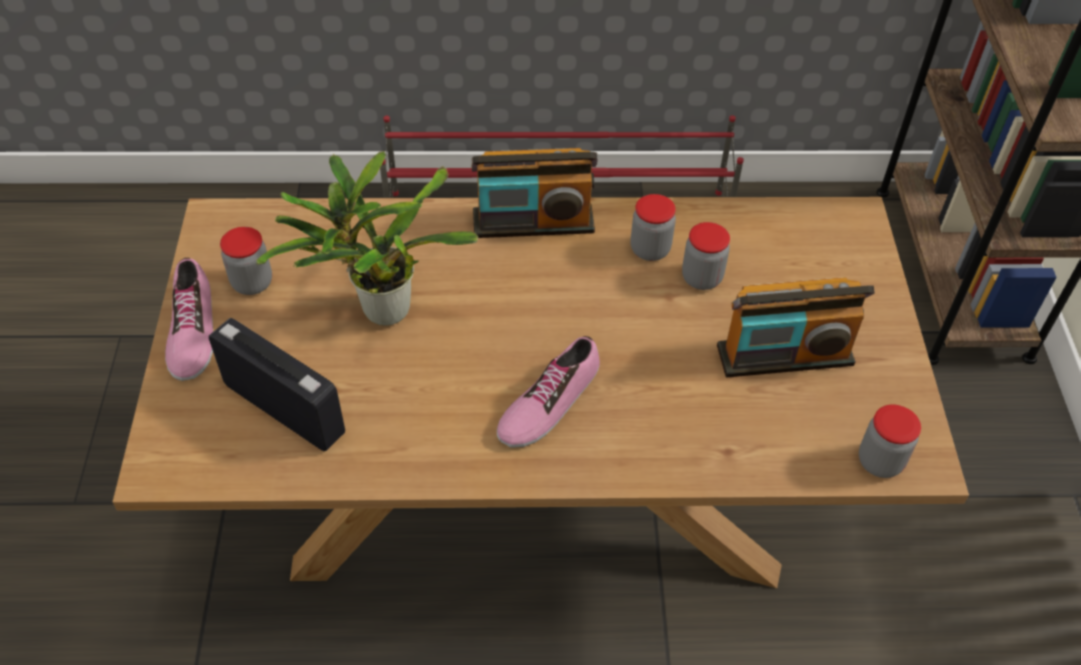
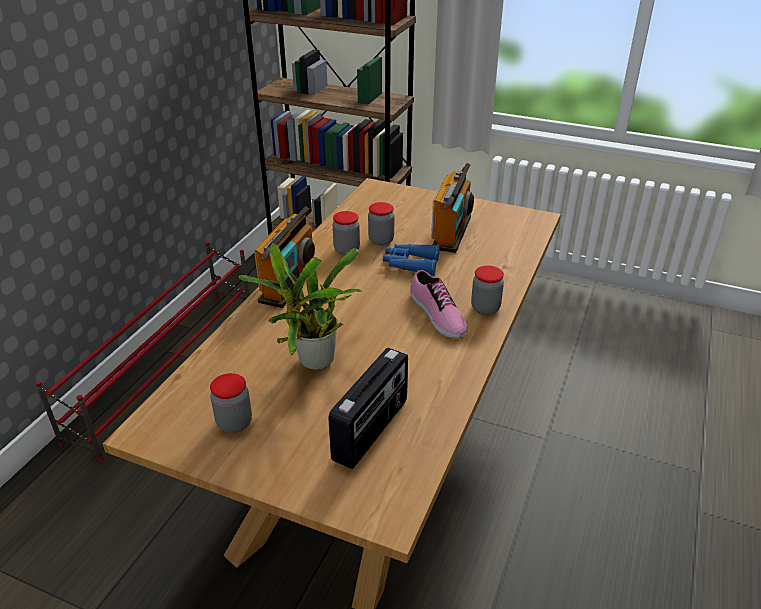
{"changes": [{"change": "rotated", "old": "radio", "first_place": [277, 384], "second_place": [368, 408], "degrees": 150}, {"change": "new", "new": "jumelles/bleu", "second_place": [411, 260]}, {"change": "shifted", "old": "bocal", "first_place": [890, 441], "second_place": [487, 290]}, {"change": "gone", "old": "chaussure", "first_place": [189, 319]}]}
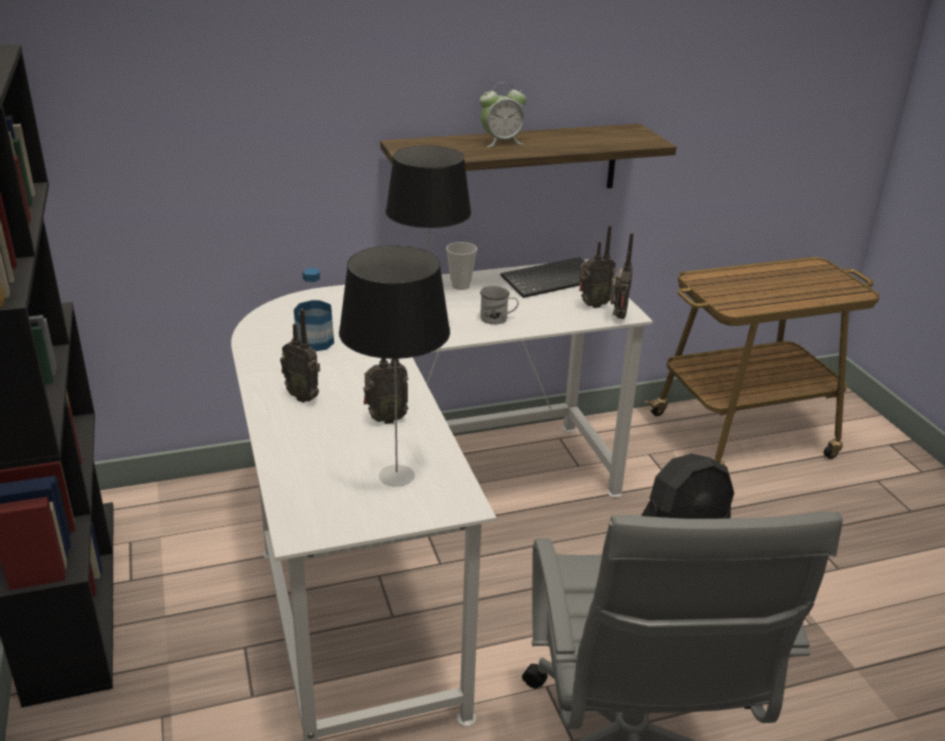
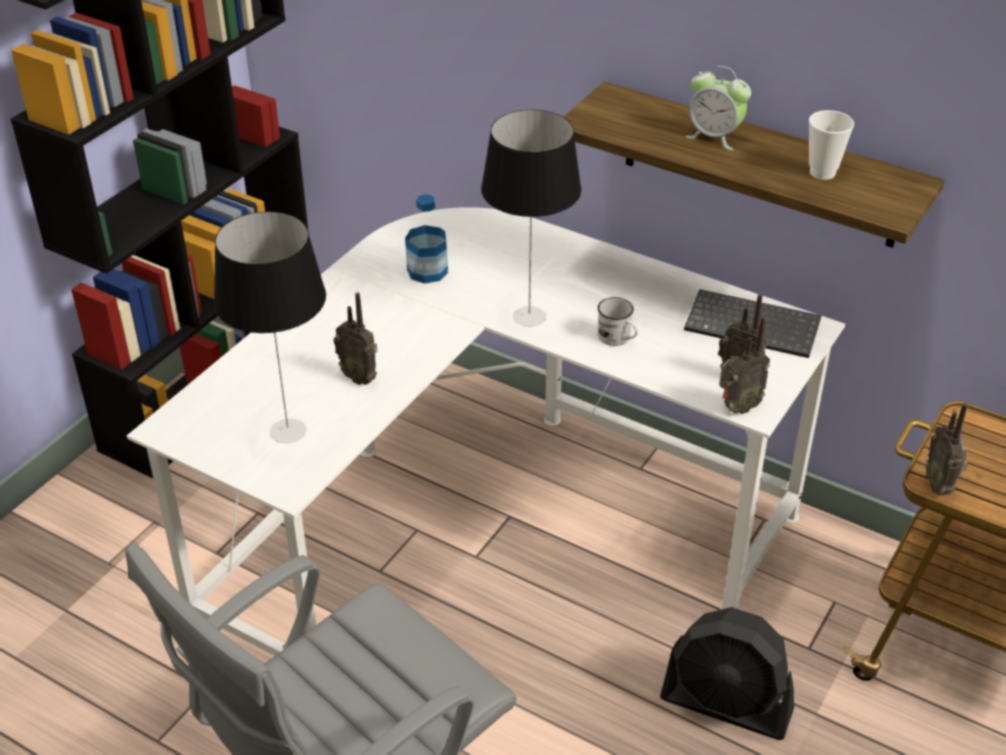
{"changes": [{"change": "shifted", "old": "tasse", "first_place": [461, 266], "second_place": [831, 145]}, {"change": "shifted", "old": "radio", "first_place": [300, 356], "second_place": [947, 449]}]}
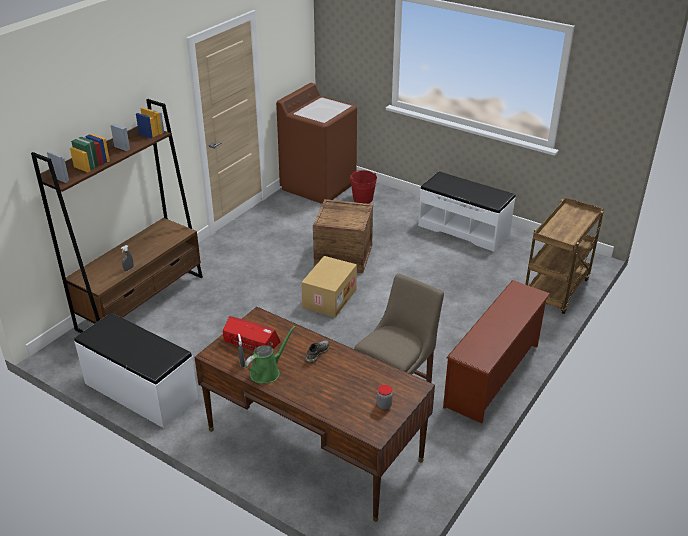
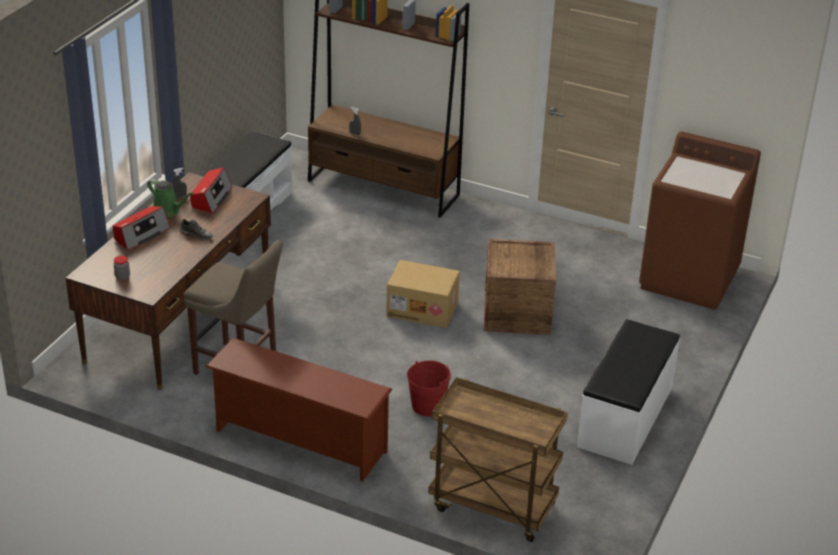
{"changes": [{"change": "new", "new": "radio", "second_place": [141, 228]}, {"change": "shifted", "old": "seau/rouge", "first_place": [363, 187], "second_place": [429, 388]}]}
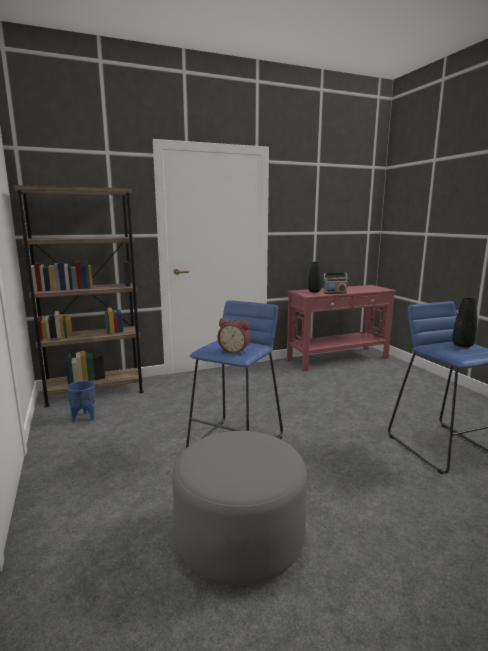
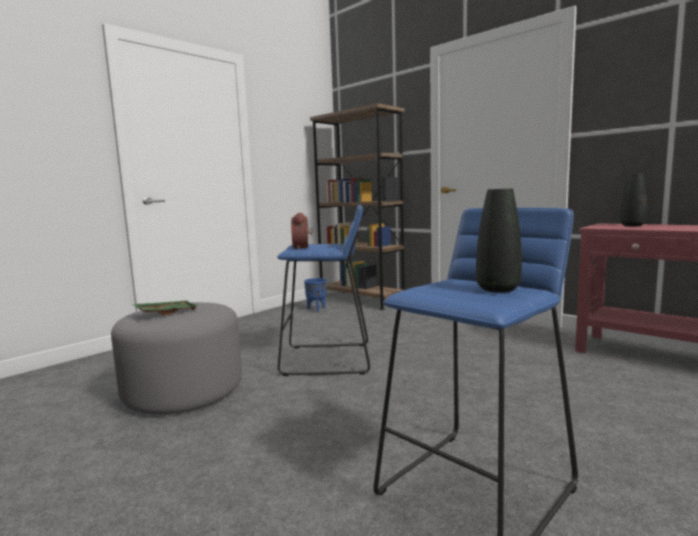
{"changes": [{"change": "new", "new": "plateau/vert", "second_place": [165, 308]}, {"change": "gone", "old": "radio", "first_place": [336, 283]}]}
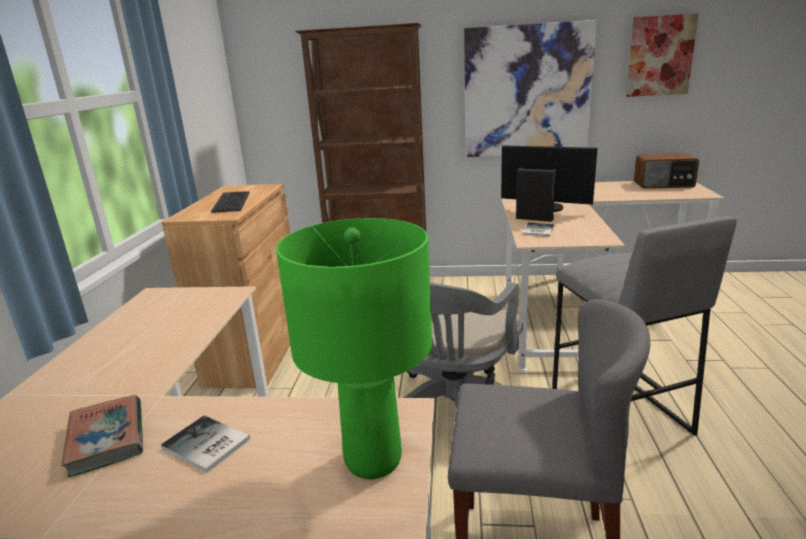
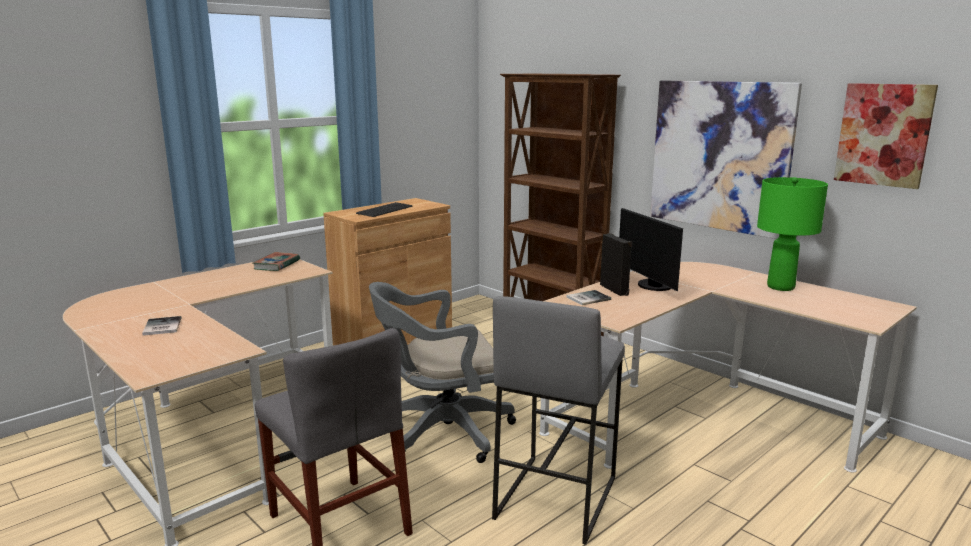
{"changes": [{"change": "shifted", "old": "livre", "first_place": [102, 436], "second_place": [276, 261]}, {"change": "shifted", "old": "lampe de table/vert", "first_place": [354, 348], "second_place": [792, 234]}, {"change": "gone", "old": "radio", "first_place": [666, 171]}]}
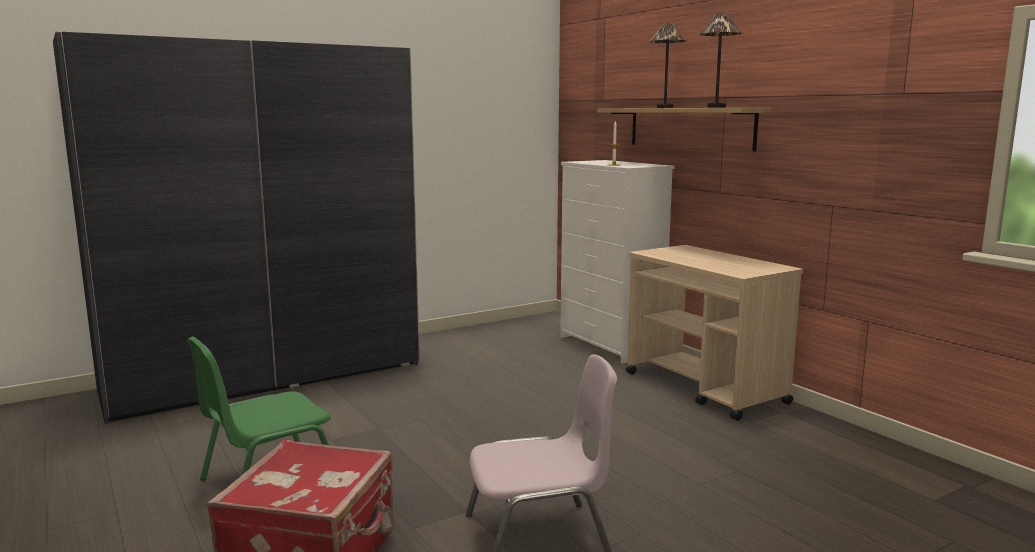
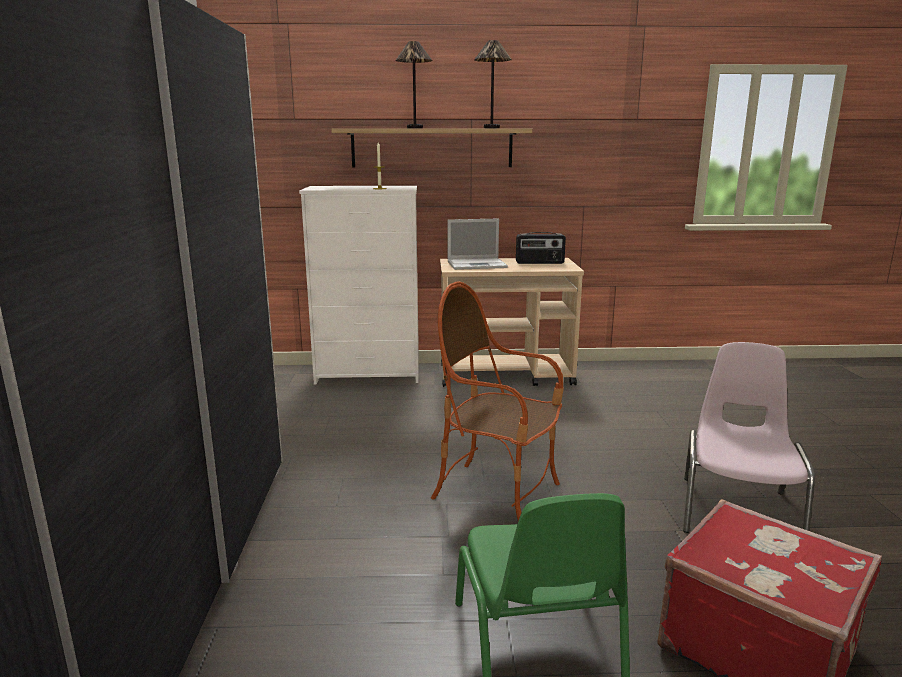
{"changes": [{"change": "new", "new": "fauteuil", "second_place": [497, 401]}, {"change": "new", "new": "ordinateur portable", "second_place": [477, 244]}, {"change": "new", "new": "radio", "second_place": [541, 248]}]}
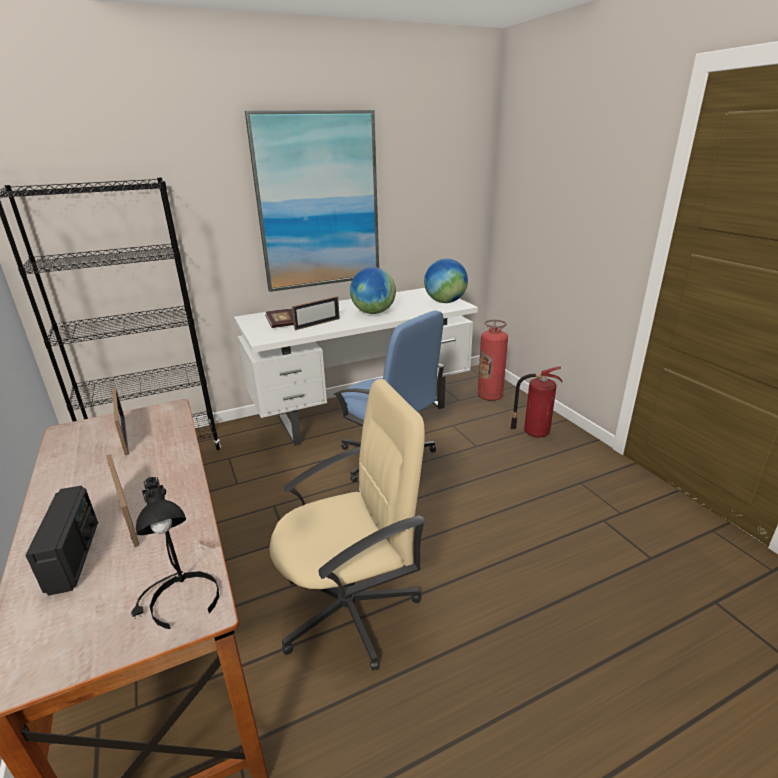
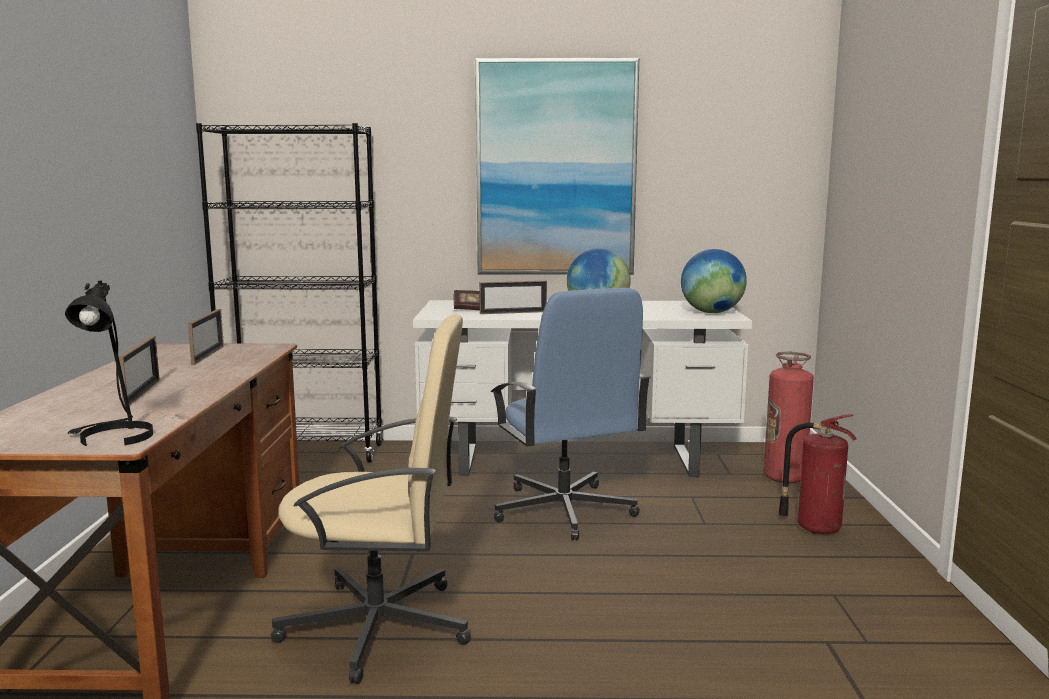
{"changes": [{"change": "gone", "old": "radio", "first_place": [61, 541]}]}
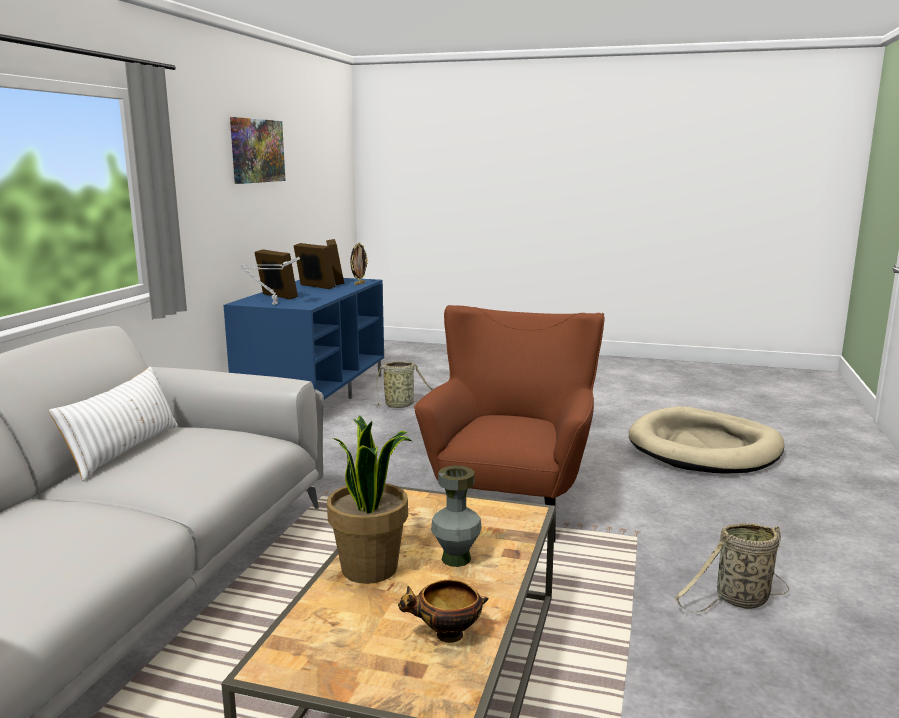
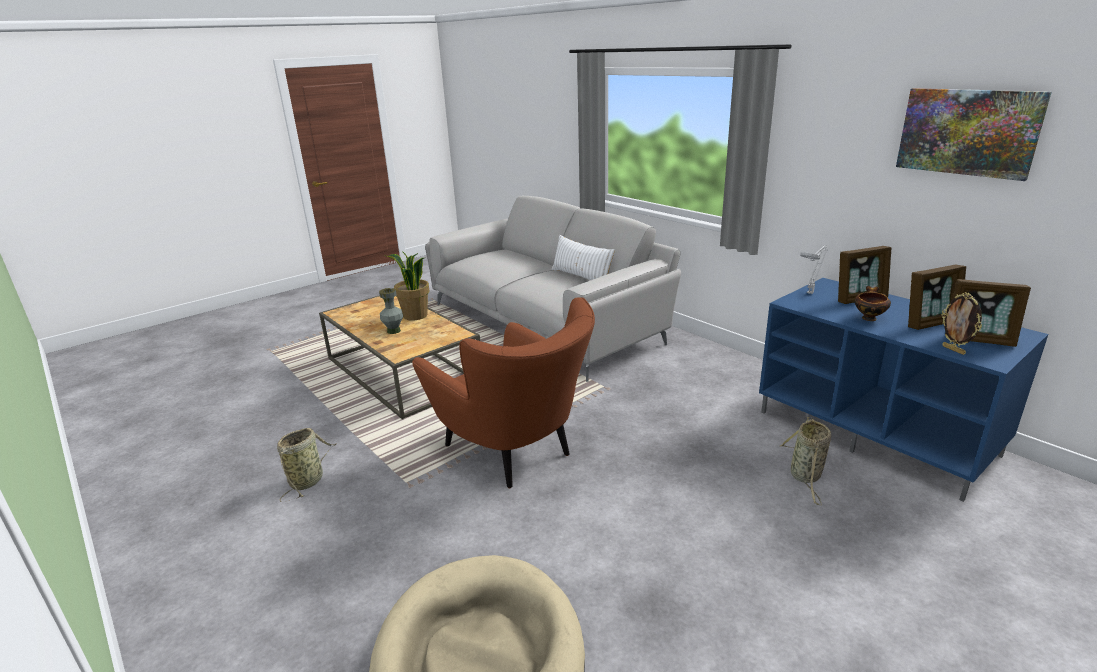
{"changes": [{"change": "shifted", "old": "bol", "first_place": [443, 611], "second_place": [873, 303]}]}
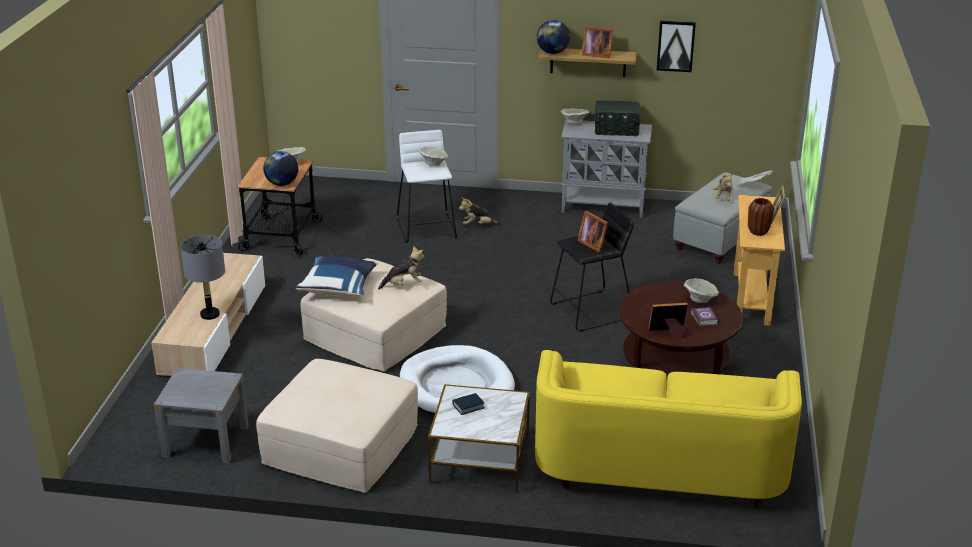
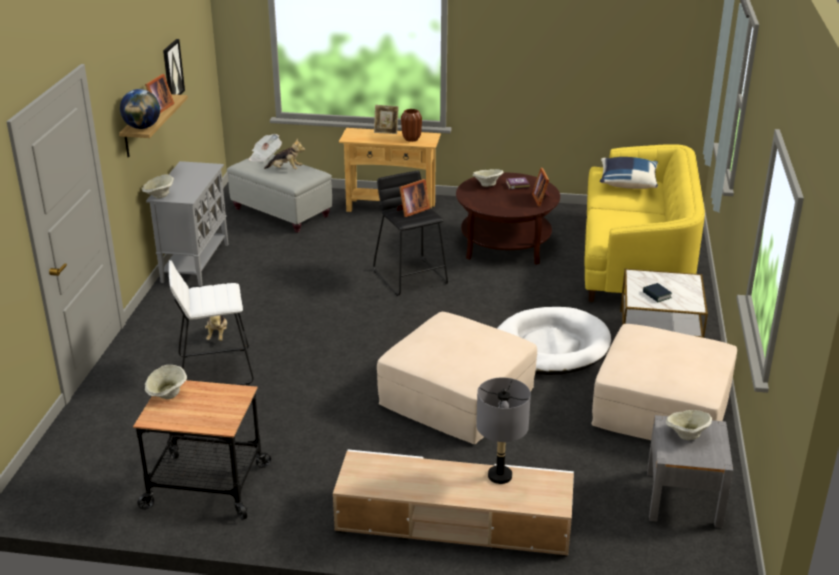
{"changes": [{"change": "shifted", "old": "coussin/bleu", "first_place": [337, 276], "second_place": [629, 173]}, {"change": "shifted", "old": "bol/beige", "first_place": [433, 156], "second_place": [689, 425]}, {"change": "gone", "old": "globe", "first_place": [280, 168]}, {"change": "gone", "old": "peluche", "first_place": [401, 268]}, {"change": "gone", "old": "radio", "first_place": [617, 118]}]}
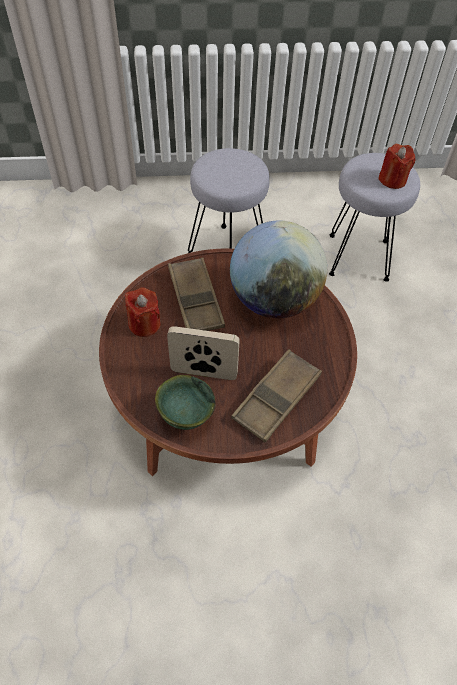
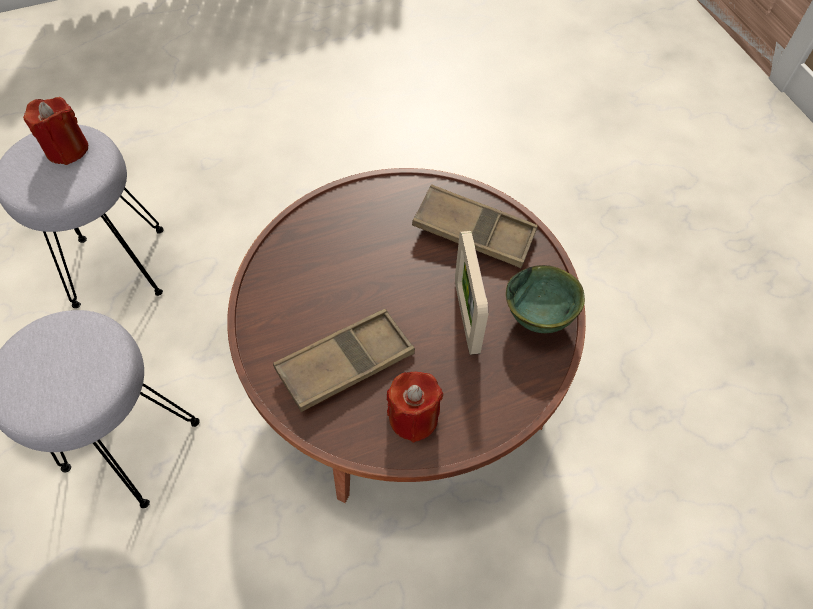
{"changes": [{"change": "gone", "old": "globe", "first_place": [278, 269]}]}
